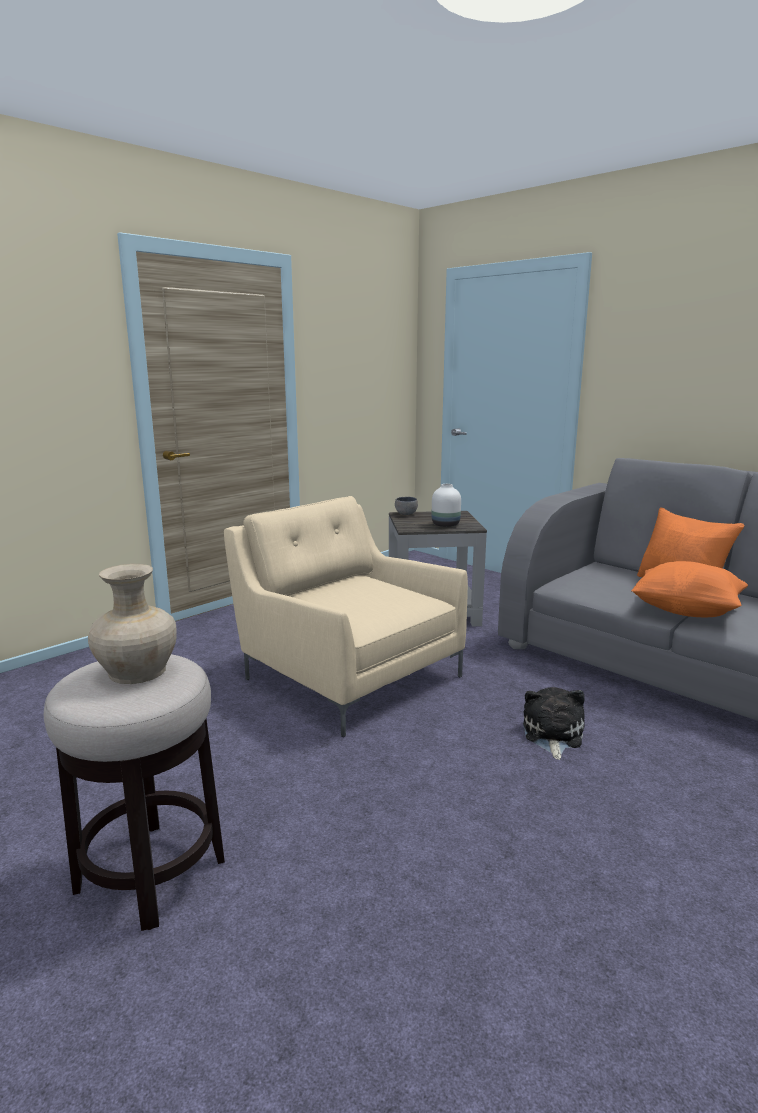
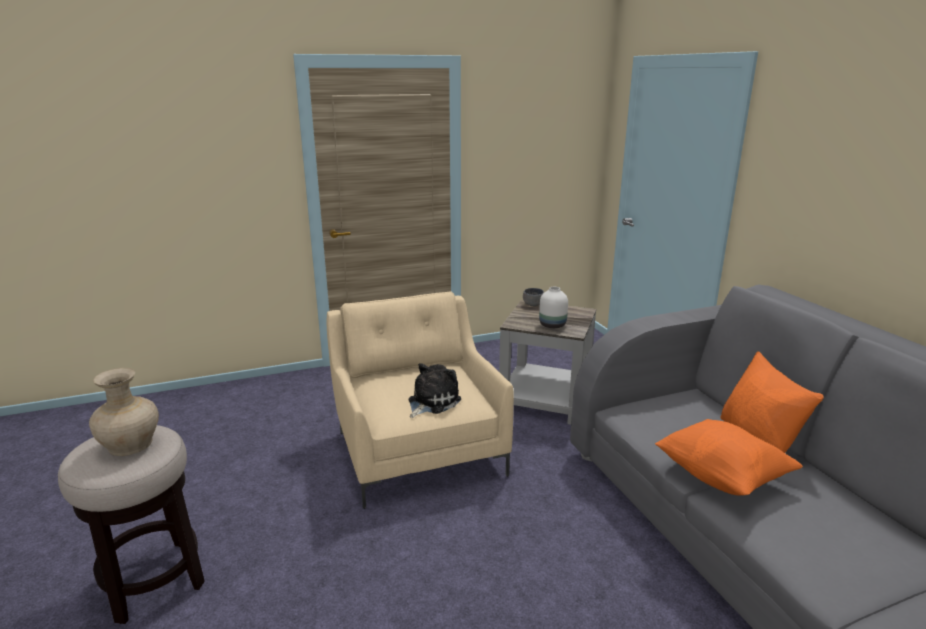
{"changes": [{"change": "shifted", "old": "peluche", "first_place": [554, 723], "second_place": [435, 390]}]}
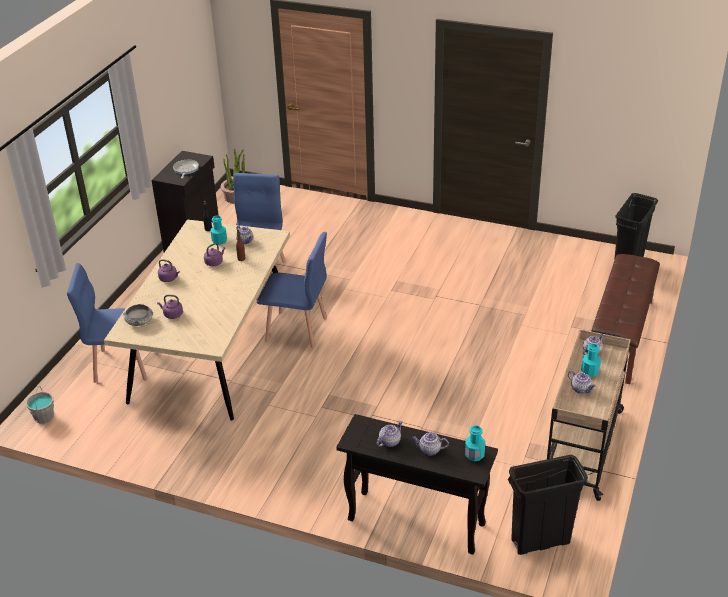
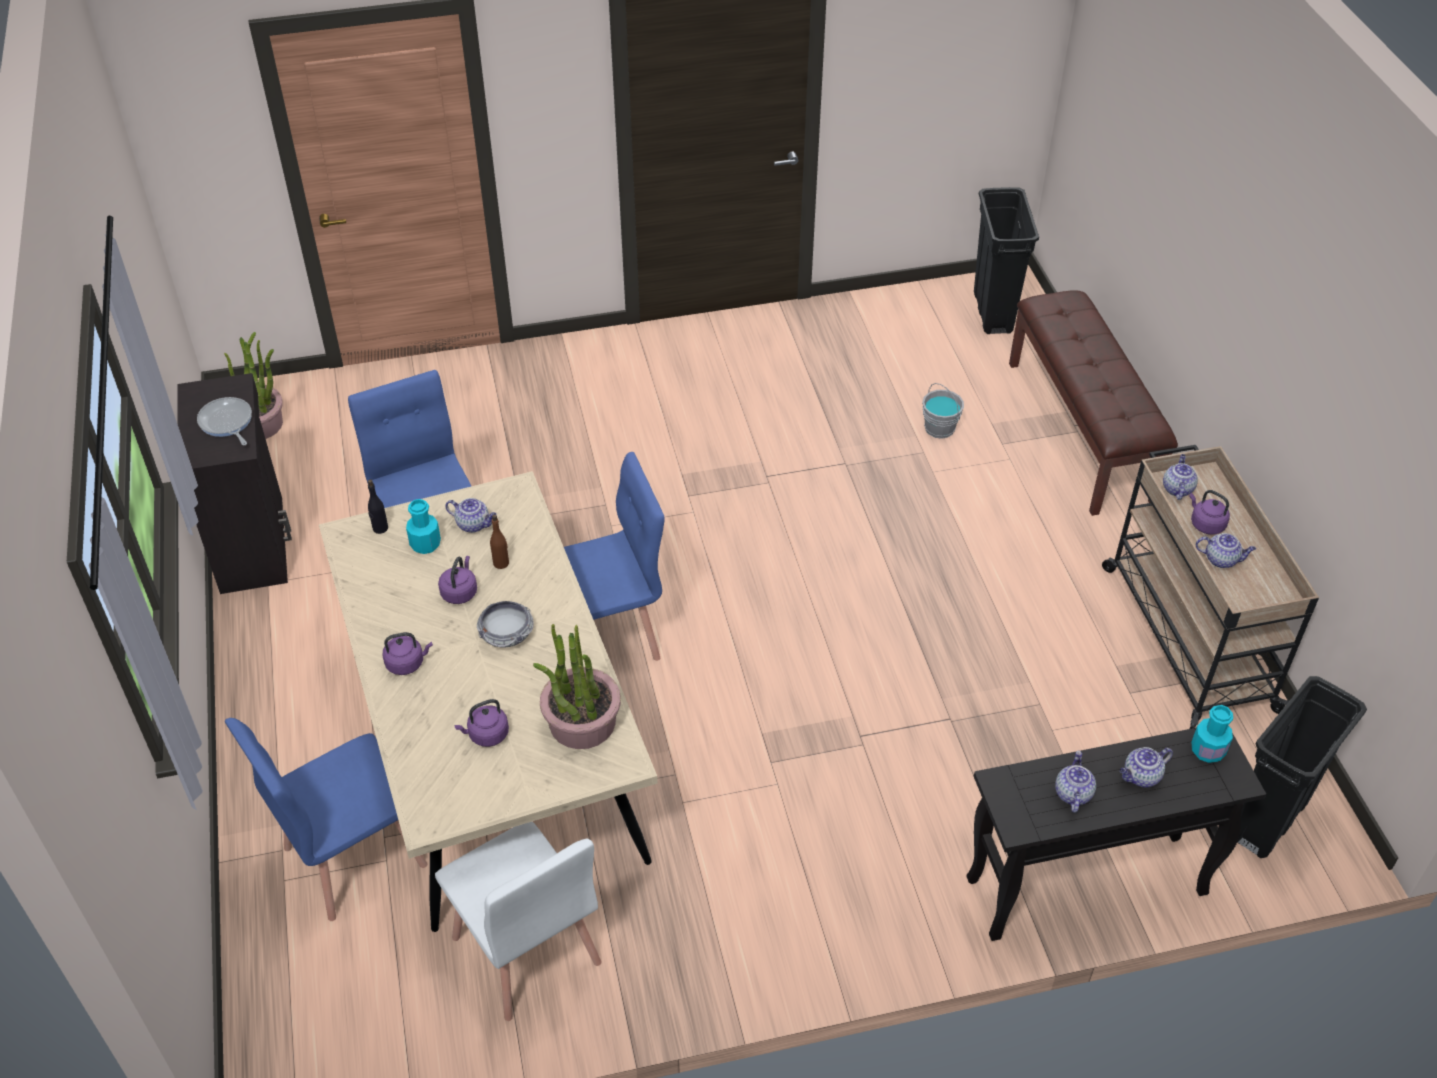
{"changes": [{"change": "new", "new": "chaise/blanc", "second_place": [518, 921]}, {"change": "shifted", "old": "bol", "first_place": [138, 315], "second_place": [505, 624]}, {"change": "new", "new": "plante en pot", "second_place": [577, 686]}, {"change": "shifted", "old": "seau/gris", "first_place": [40, 405], "second_place": [943, 411]}, {"change": "swapped", "old": "bouteille/turquoise", "new": "bouilloire/violet", "first_place": [591, 360], "second_place": [1209, 512]}]}
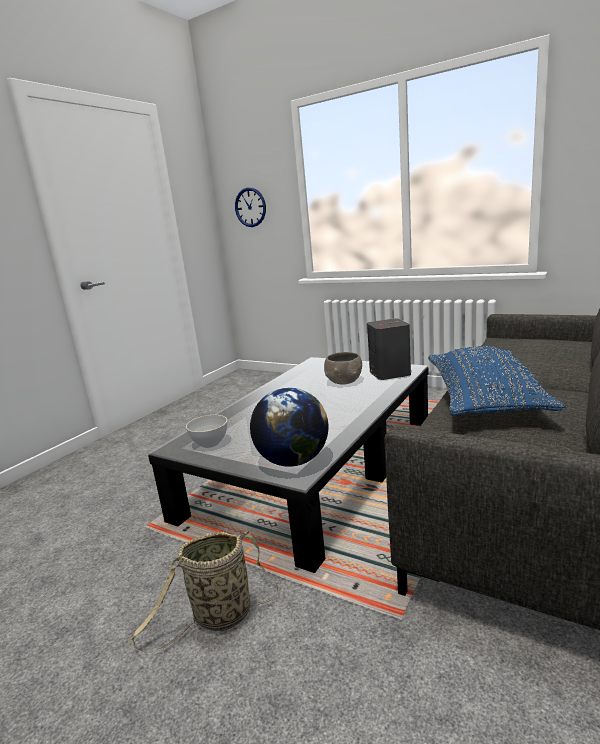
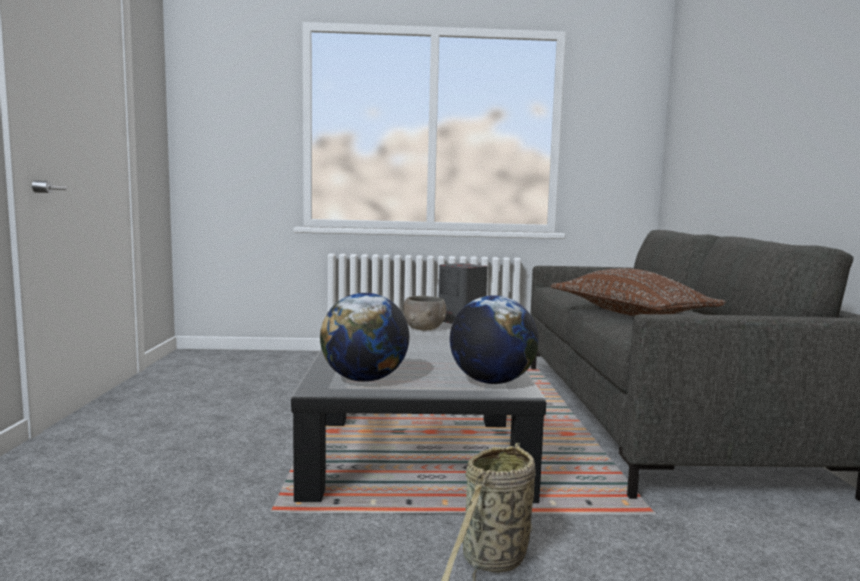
{"changes": [{"change": "swapped", "old": "bol/gris", "new": "globe", "first_place": [206, 431], "second_place": [364, 337]}, {"change": "repainted", "old": "coussin/bleu", "new": "coussin/marron", "first_place": [497, 381], "second_place": [638, 292]}, {"change": "gone", "old": "horloge murale", "first_place": [250, 207]}]}
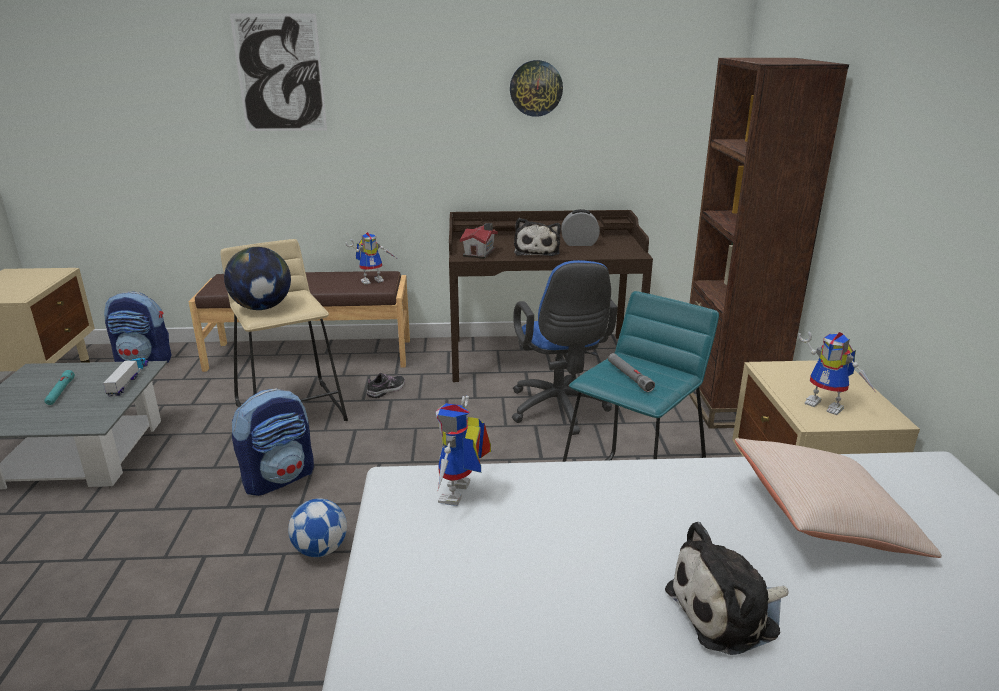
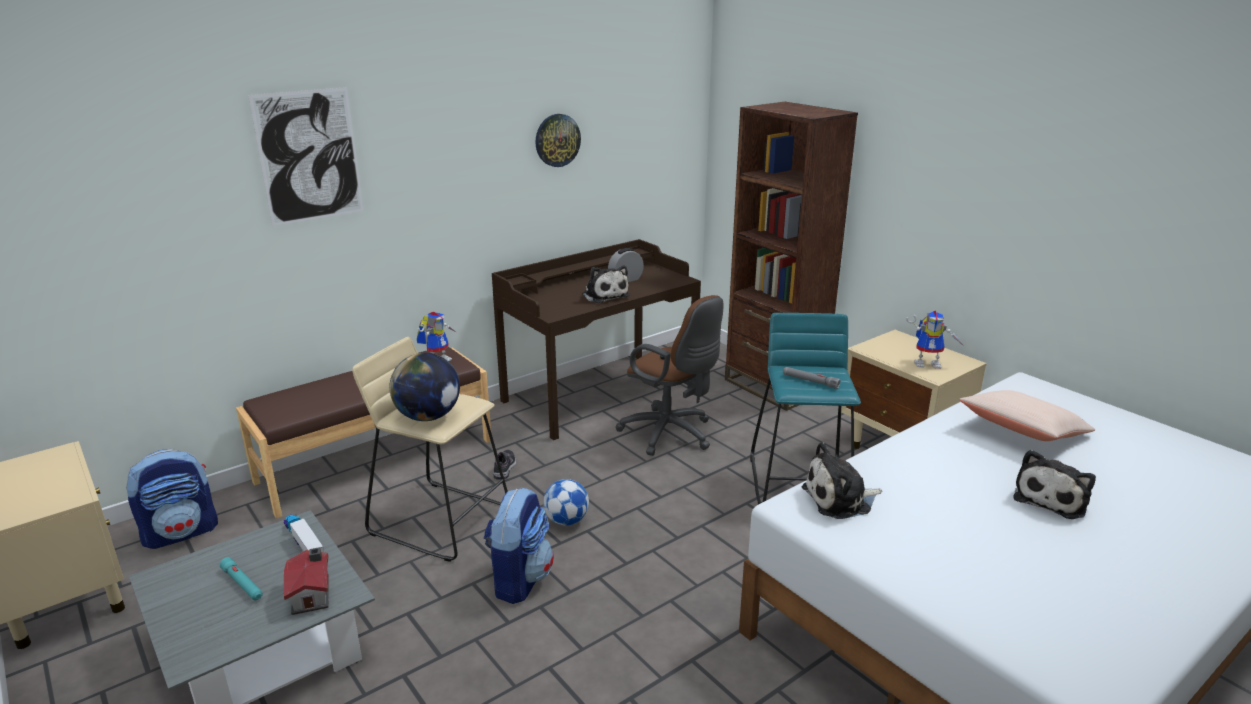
{"changes": [{"change": "shifted", "old": "maison miniature", "first_place": [479, 241], "second_place": [306, 581]}, {"change": "shifted", "old": "ballon de foot", "first_place": [317, 528], "second_place": [566, 502]}, {"change": "repainted", "old": "chaise de bureau/bleu", "new": "chaise de bureau/marron", "first_place": [565, 347], "second_place": [669, 375]}, {"change": "swapped", "old": "robot jouet", "new": "peluche", "first_place": [463, 451], "second_place": [842, 480]}]}
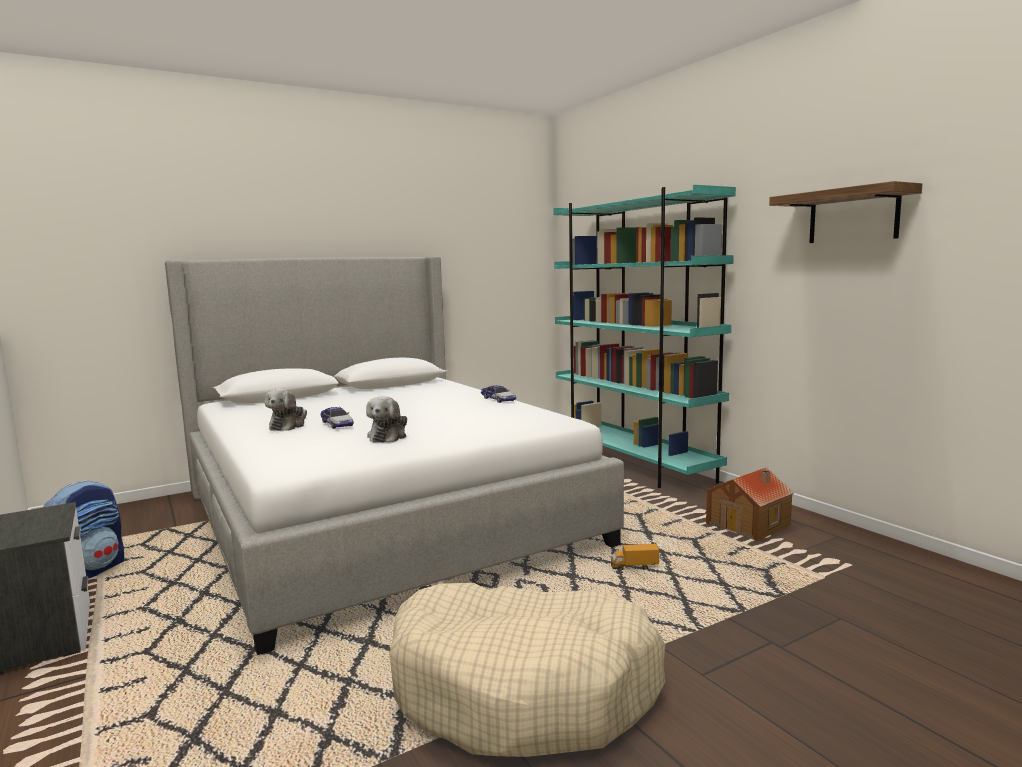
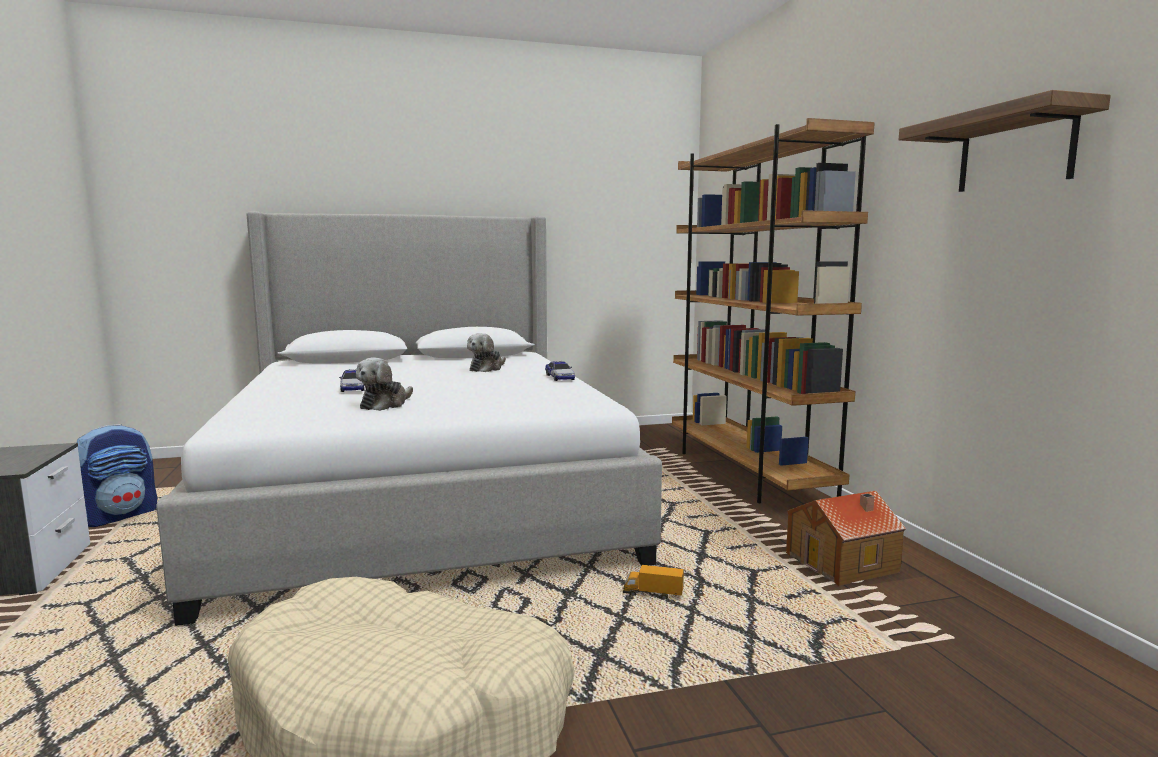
{"changes": [{"change": "shifted", "old": "peluche", "first_place": [286, 409], "second_place": [486, 352]}, {"change": "repainted", "old": "bibliothèque/turquoise", "new": "bibliothèque/marron", "first_place": [644, 336], "second_place": [773, 310]}]}
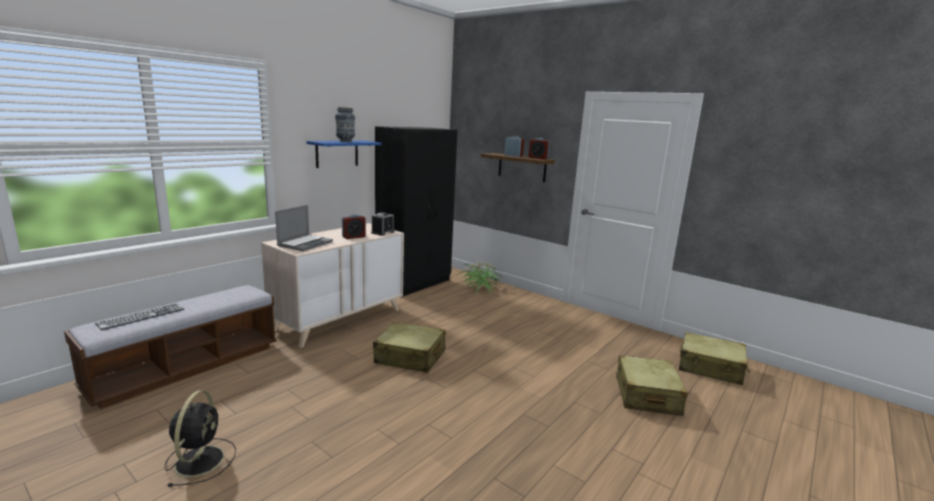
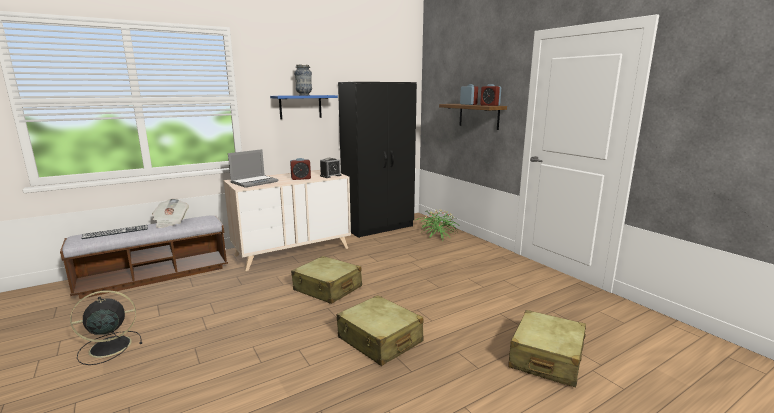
{"changes": [{"change": "rotated", "old": "ventilateur/noir", "first_place": [200, 439], "second_place": [106, 327], "degrees": -135}, {"change": "new", "new": "journal", "second_place": [170, 213]}, {"change": "shifted", "old": "valise/beige", "first_place": [714, 358], "second_place": [380, 330]}]}
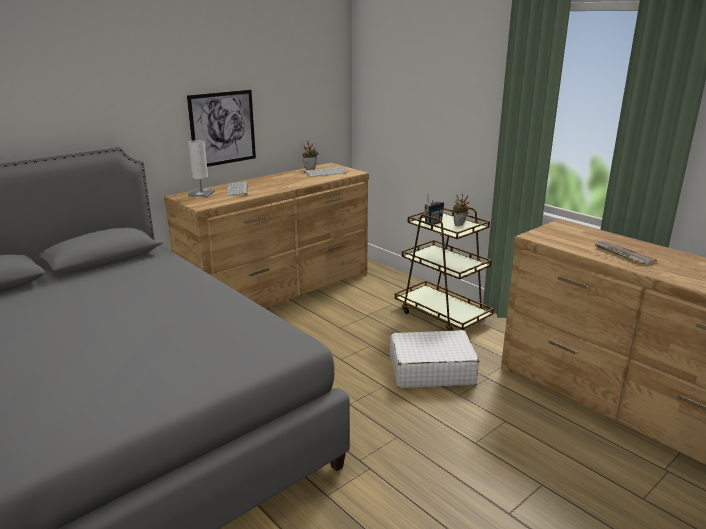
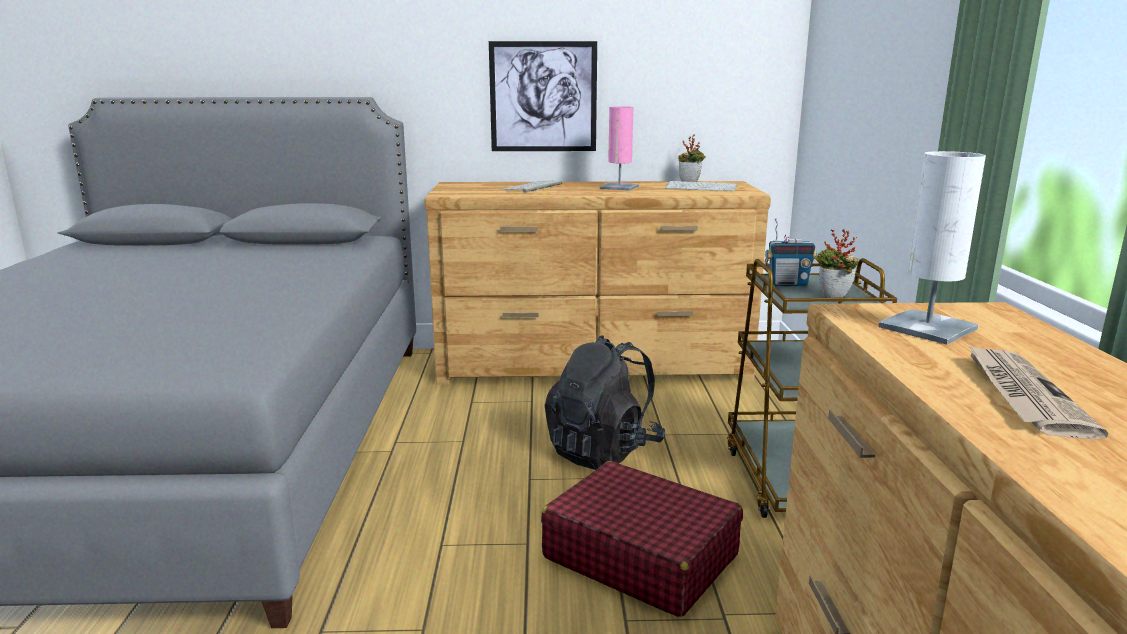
{"changes": [{"change": "repainted", "old": "valise/blanc", "new": "valise/rouge", "first_place": [434, 359], "second_place": [642, 539]}, {"change": "new", "new": "sac à dos/noir", "second_place": [605, 402]}, {"change": "new", "new": "lampe de table/rose", "second_place": [619, 148]}, {"change": "shifted", "old": "lampe de table/blanc", "first_place": [201, 168], "second_place": [932, 248]}]}
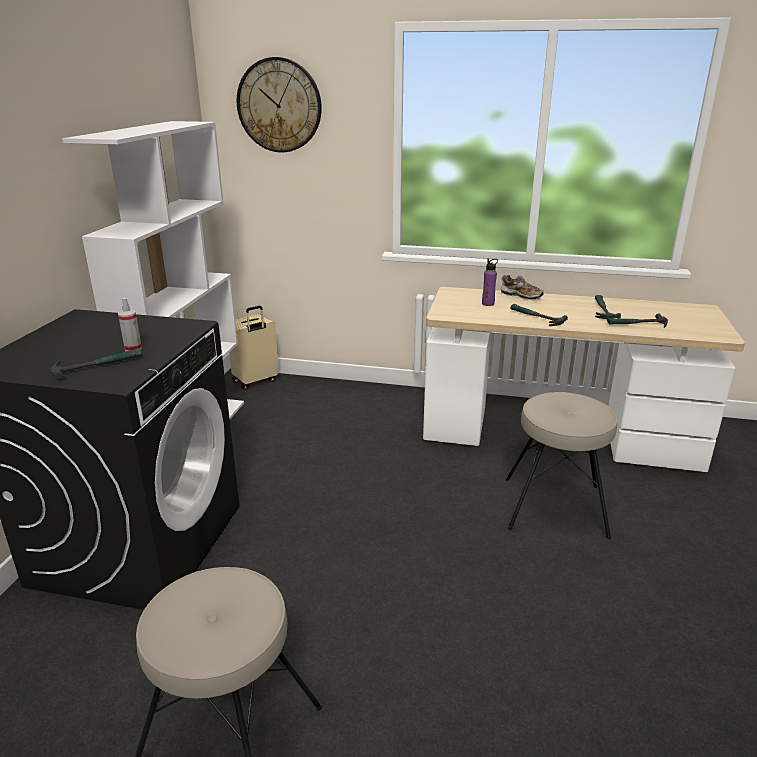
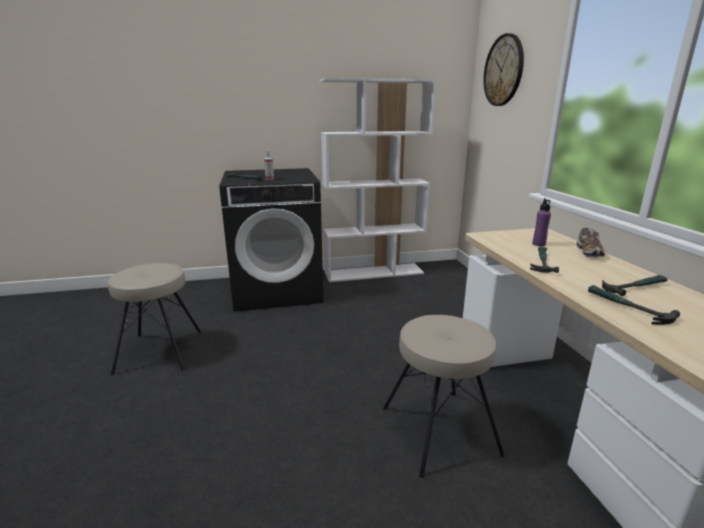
{"changes": [{"change": "gone", "old": "valise/beige", "first_place": [254, 348]}]}
